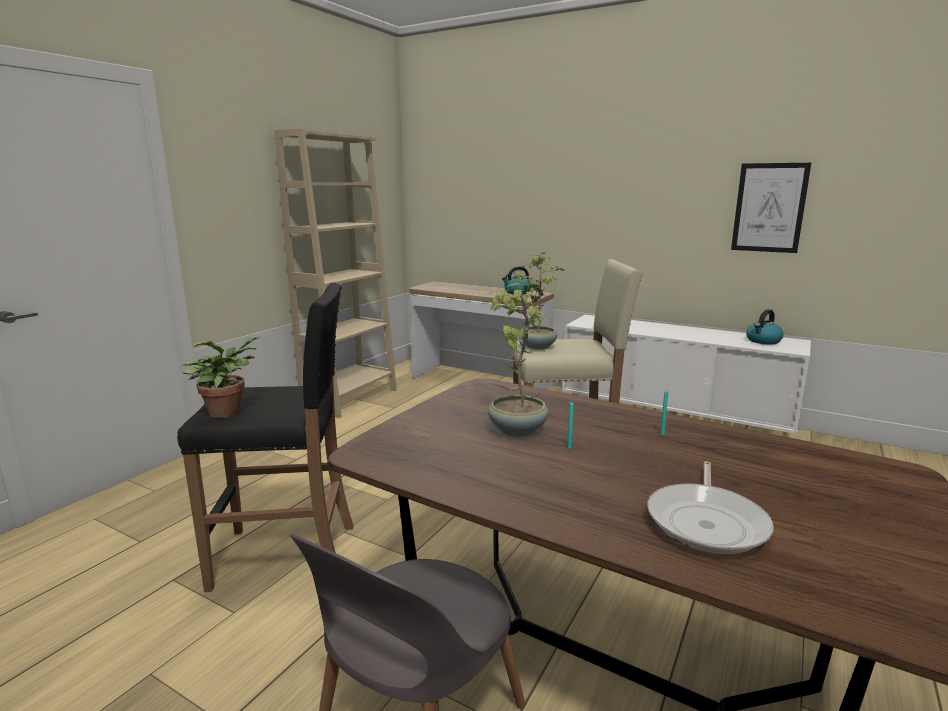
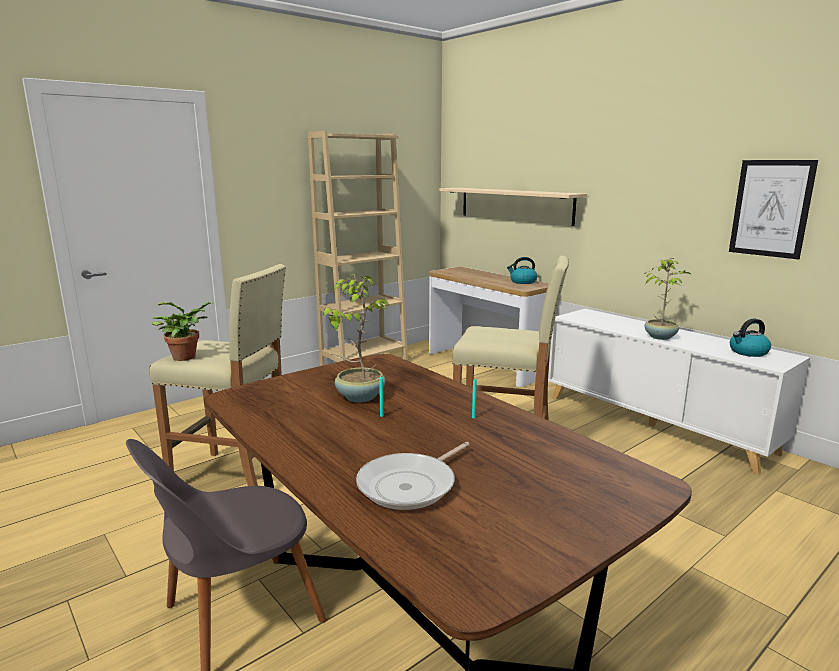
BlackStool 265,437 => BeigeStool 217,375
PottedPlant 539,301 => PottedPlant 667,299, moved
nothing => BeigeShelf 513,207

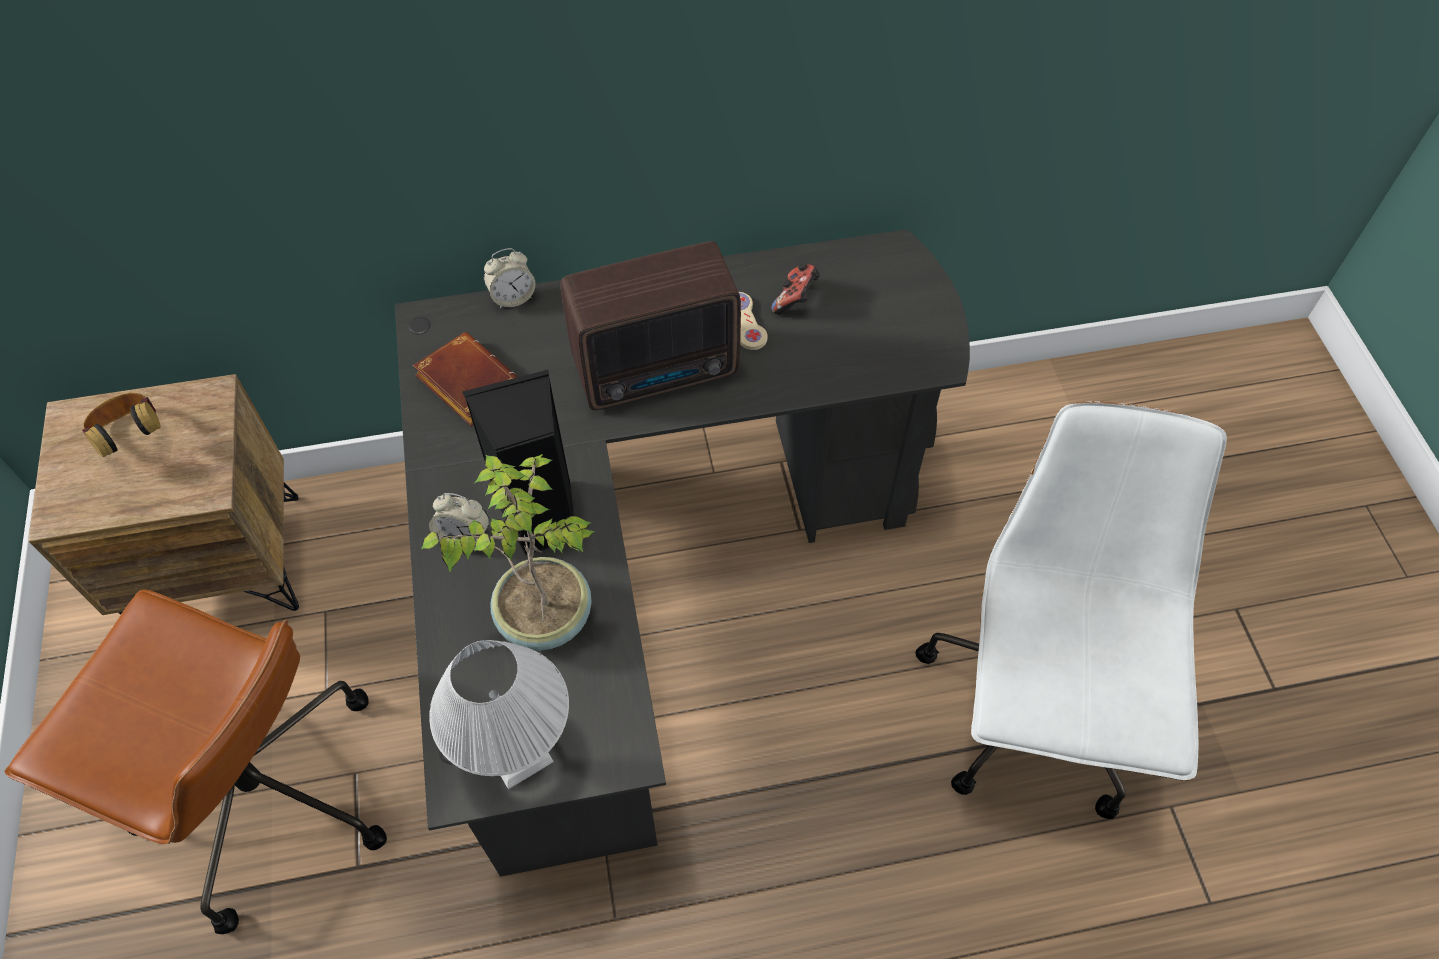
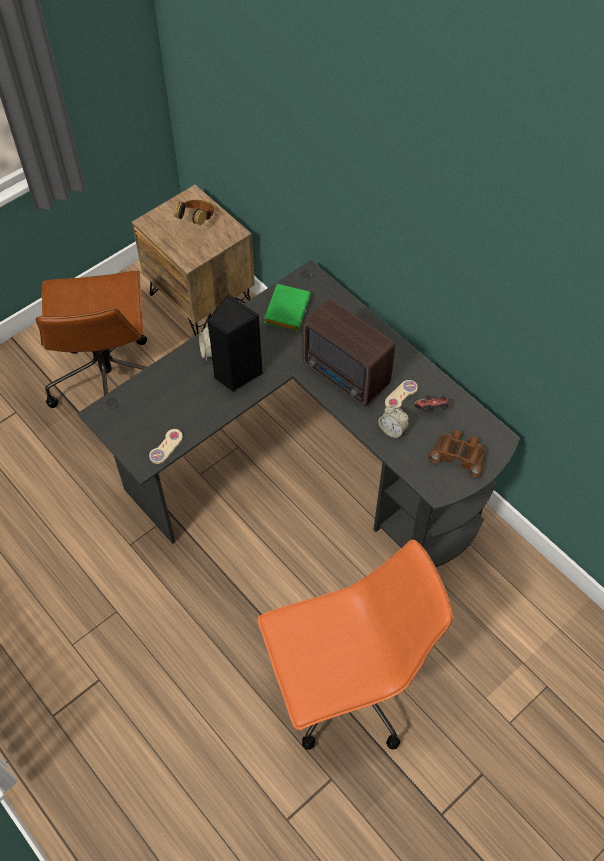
BrownBook 465,379 => GreenBook 287,307
PottedPlant 508,552 => nothing
WhiteTableLamp 499,714 => nothing
AlarmClock 510,278 => AlarmClock 393,421, moved
WhiteOfficeChair 1071,610 => OrangeOfficeChair 355,645
nothing => BeigeGameController 166,446
nothing => BrownBinoculars 457,453

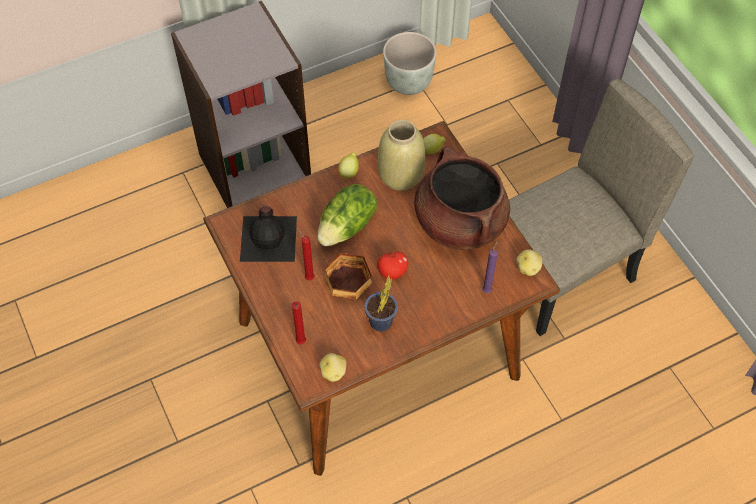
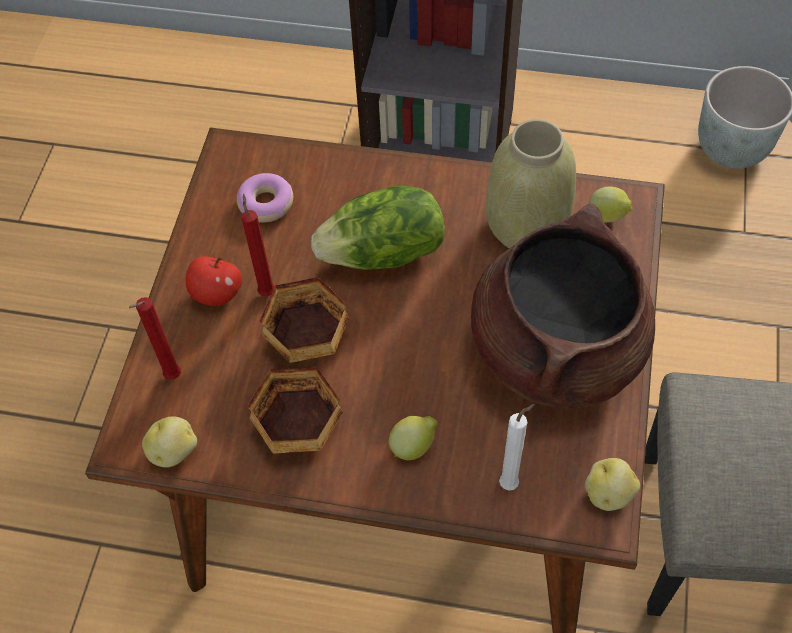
BlackBottle 268,234 => Donut 265,197
Lemon 348,166 => Lemon 413,438, moved
PottedPlant 381,303 => Bowl 295,410
Apple 392,265 => Apple 213,281, moved
PurpleCandle 490,267 => WhiteCandle 517,447

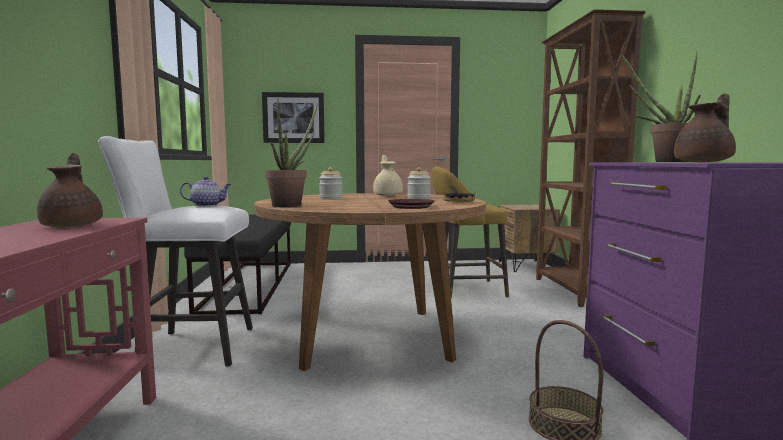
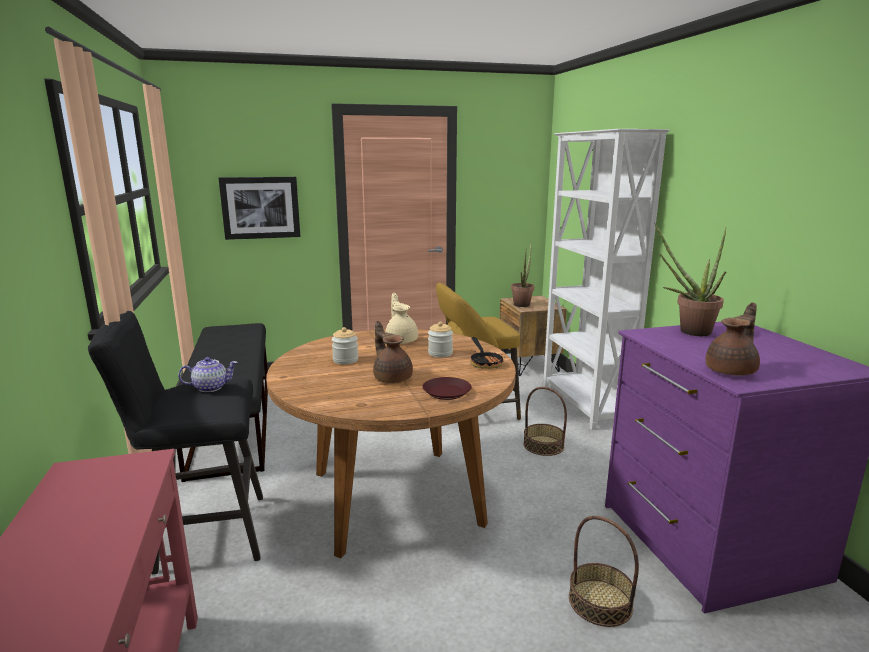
BrownTeapot 70,190 => BrownTeapot 393,352, moved
WhiteStool 175,251 => BlackStool 175,442
PottedPlant 291,153 => PottedPlant 522,274, moved
BrownBookcase 590,158 => WhiteBookcase 606,279
nothing => Basket 545,421

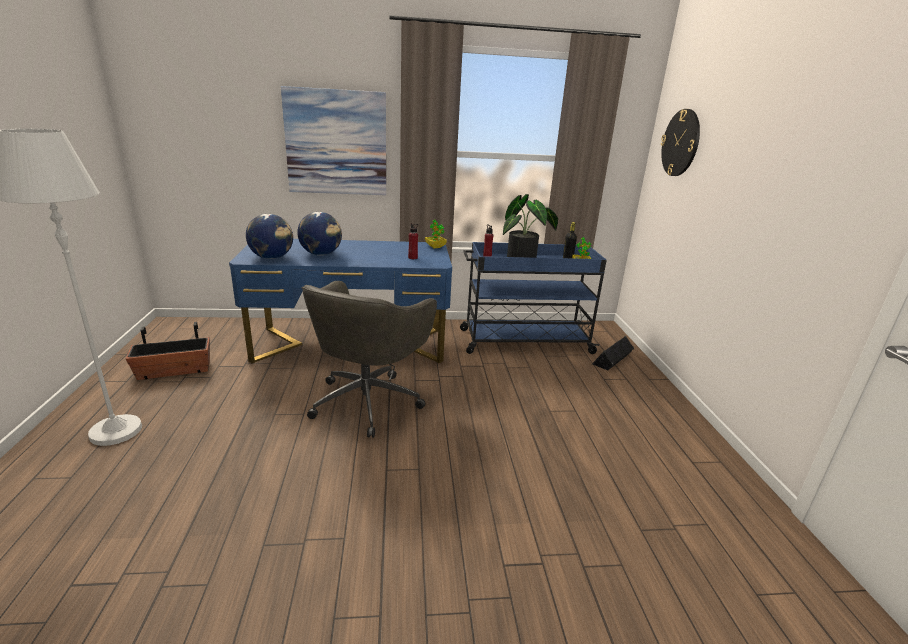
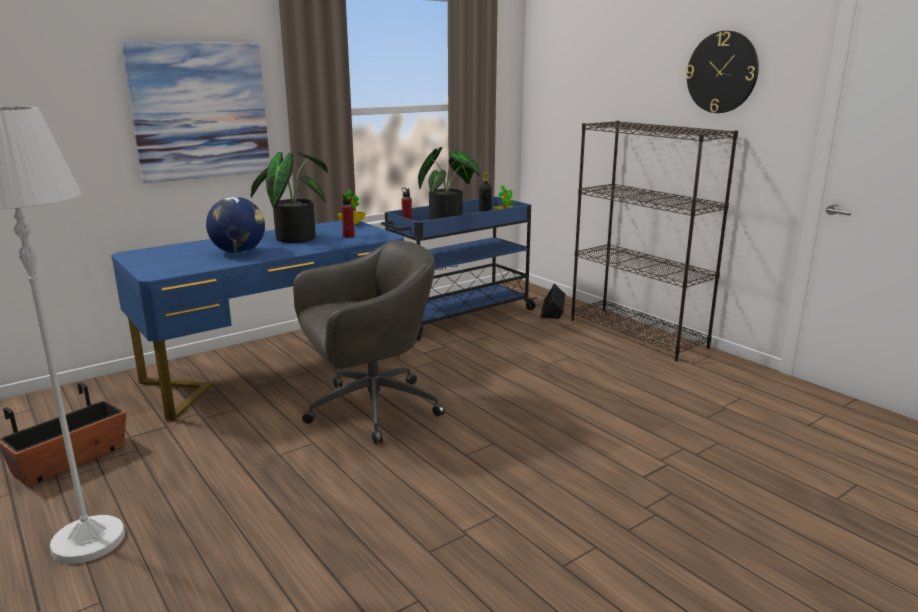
Globe 269,236 => nothing
GreyOfficeChair 369,359 => GreyOfficeChair 369,342, 105 degrees counterclockwise
WallClock 680,142 => WallClock 722,72, moved
nothing => PottedPlant 289,197
nothing => BlackBookcase 654,241

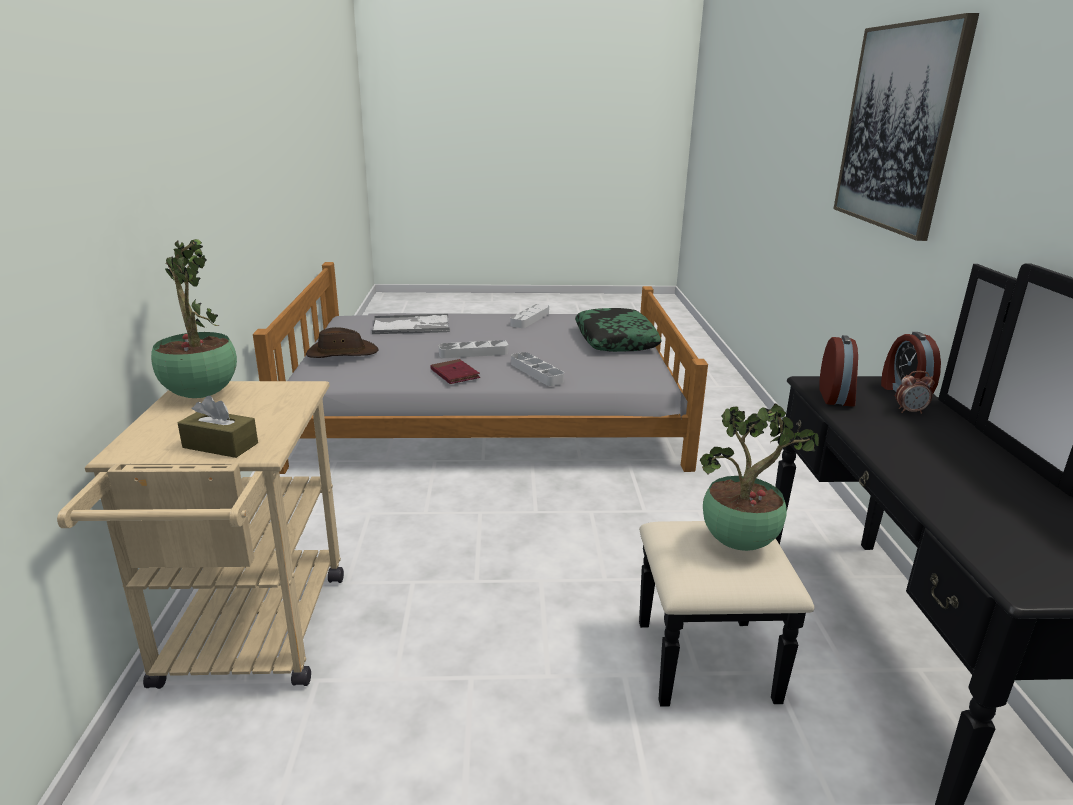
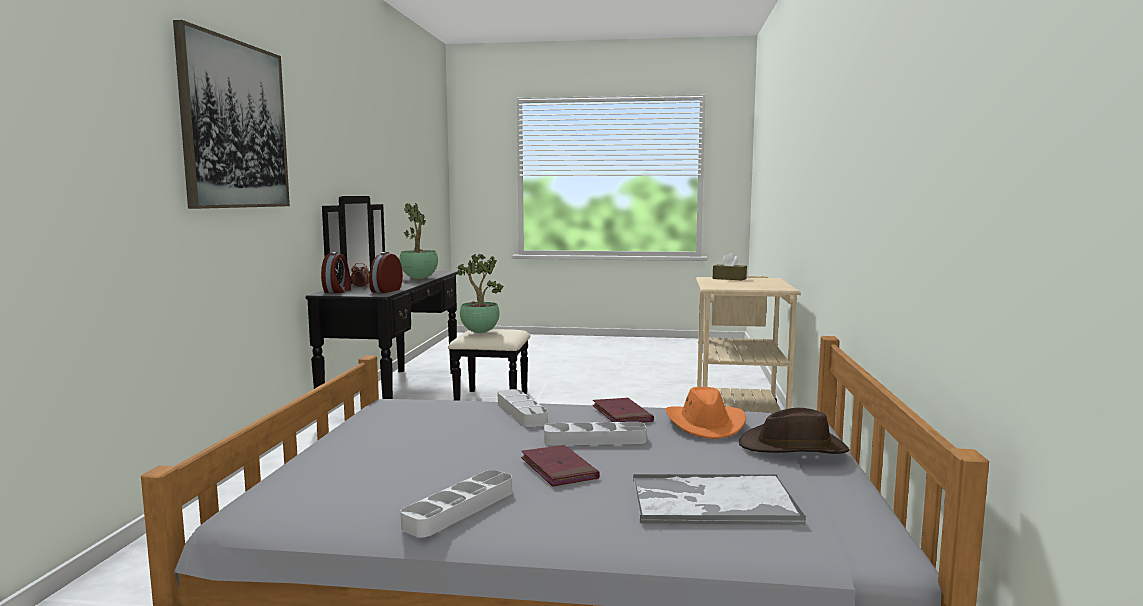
PottedPlant 194,318 => PottedPlant 418,241, moved
Pillow 618,330 => nothing
nothing => RedBook 560,466
nothing => OrangeHat 706,413

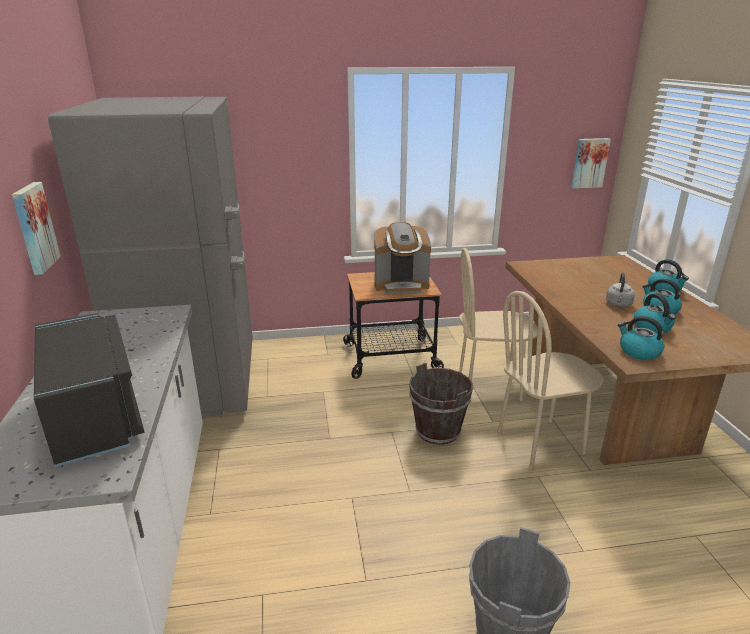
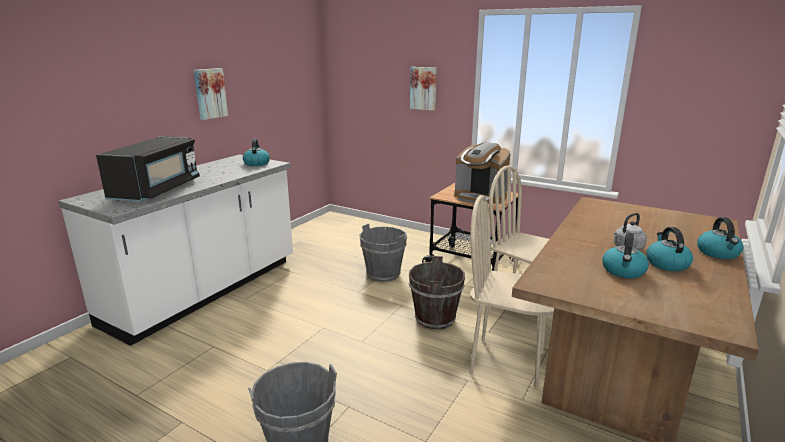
GreyFridge 150,257 => nothing
Picture 591,163 => Picture 423,89, moved
Kettle 641,338 => Kettle 256,152, moved
nothing => GreyBucket 383,252

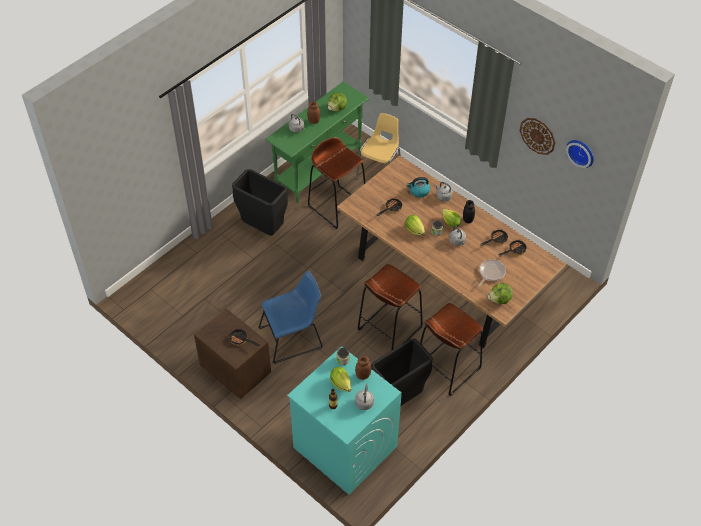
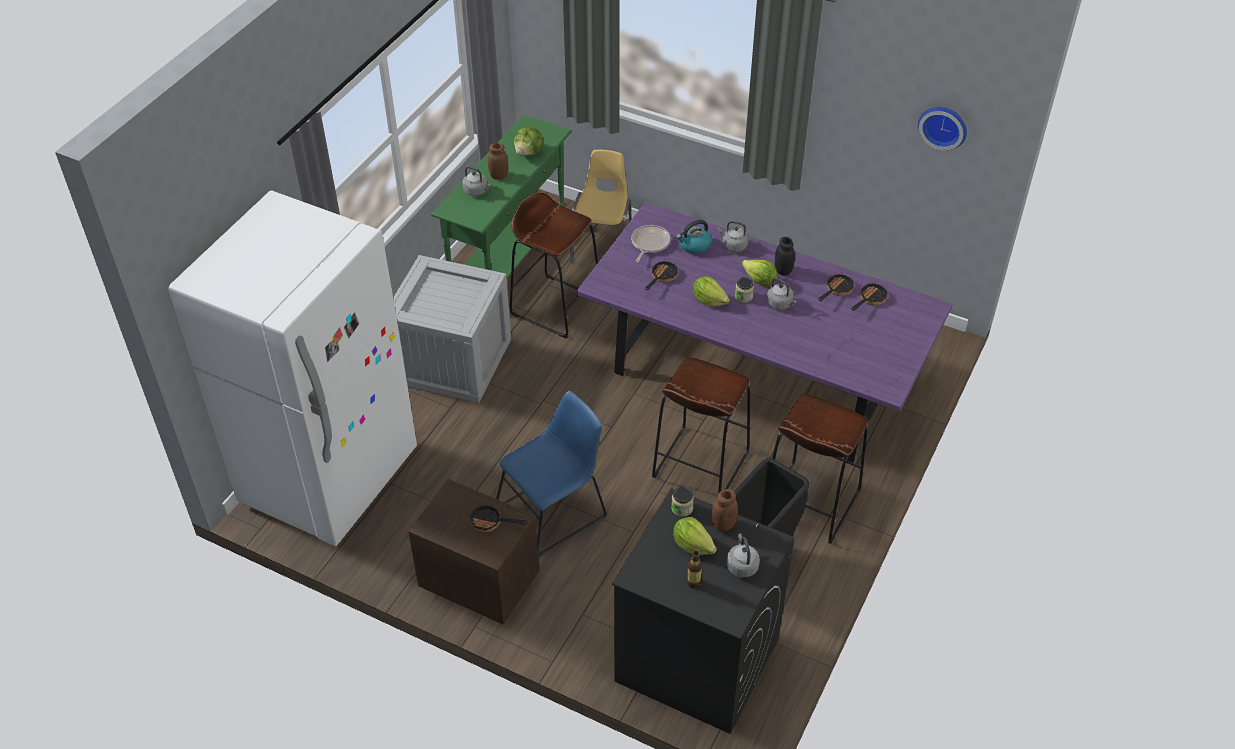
BlackTrashCan 260,202 => Crate 452,329
TurquoiseWashingMachine 344,420 => BlackWashingMachine 703,611
BrownDiningTable 451,252 => PurpleDiningTable 765,332
FryingPan 492,273 => FryingPan 651,243, moved
Lettuce 500,293 => nothing
WallClock 537,136 => nothing
nothing => WhiteFridge 292,368

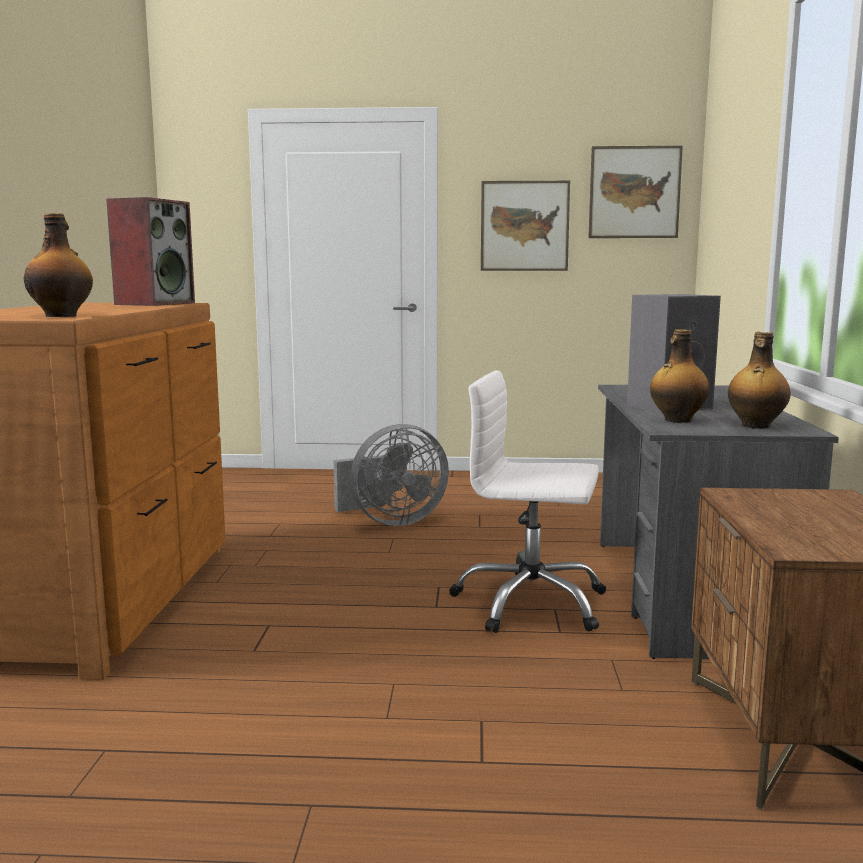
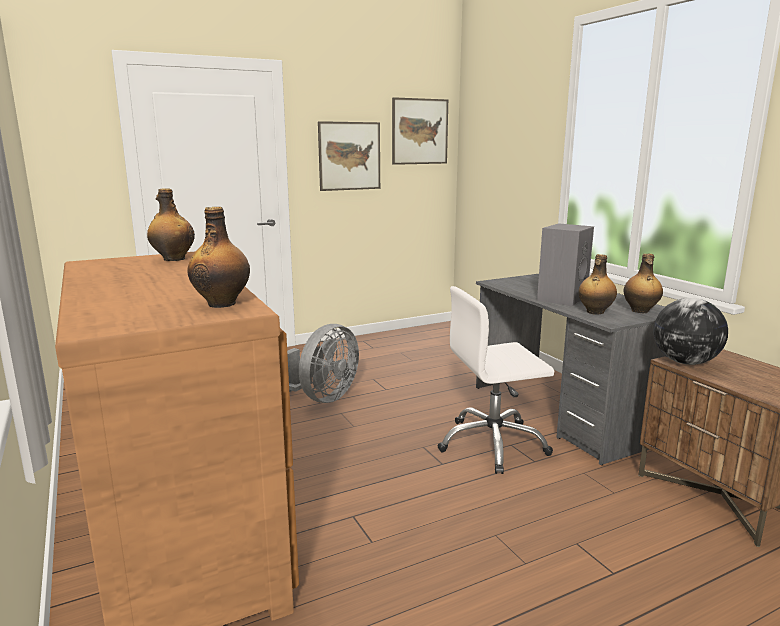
Speaker 150,251 => Bottle 171,224
nothing => Globe 691,331

